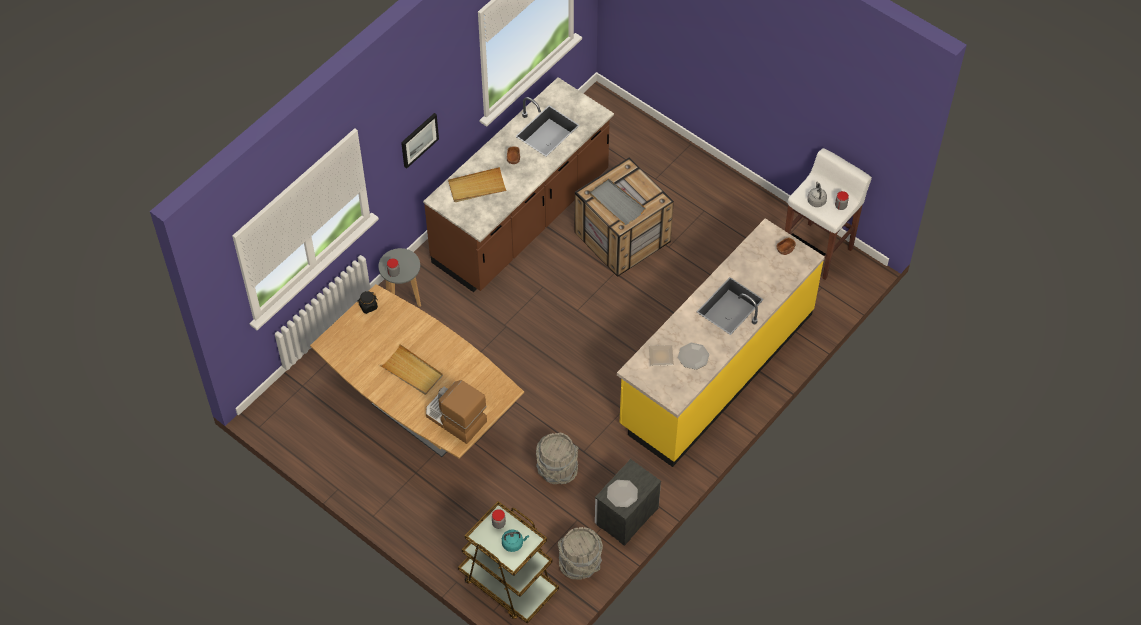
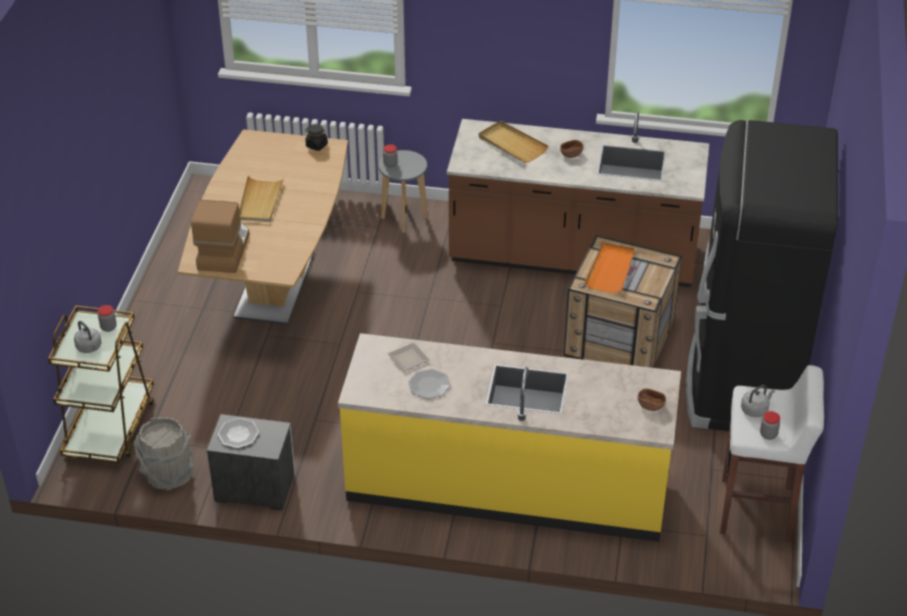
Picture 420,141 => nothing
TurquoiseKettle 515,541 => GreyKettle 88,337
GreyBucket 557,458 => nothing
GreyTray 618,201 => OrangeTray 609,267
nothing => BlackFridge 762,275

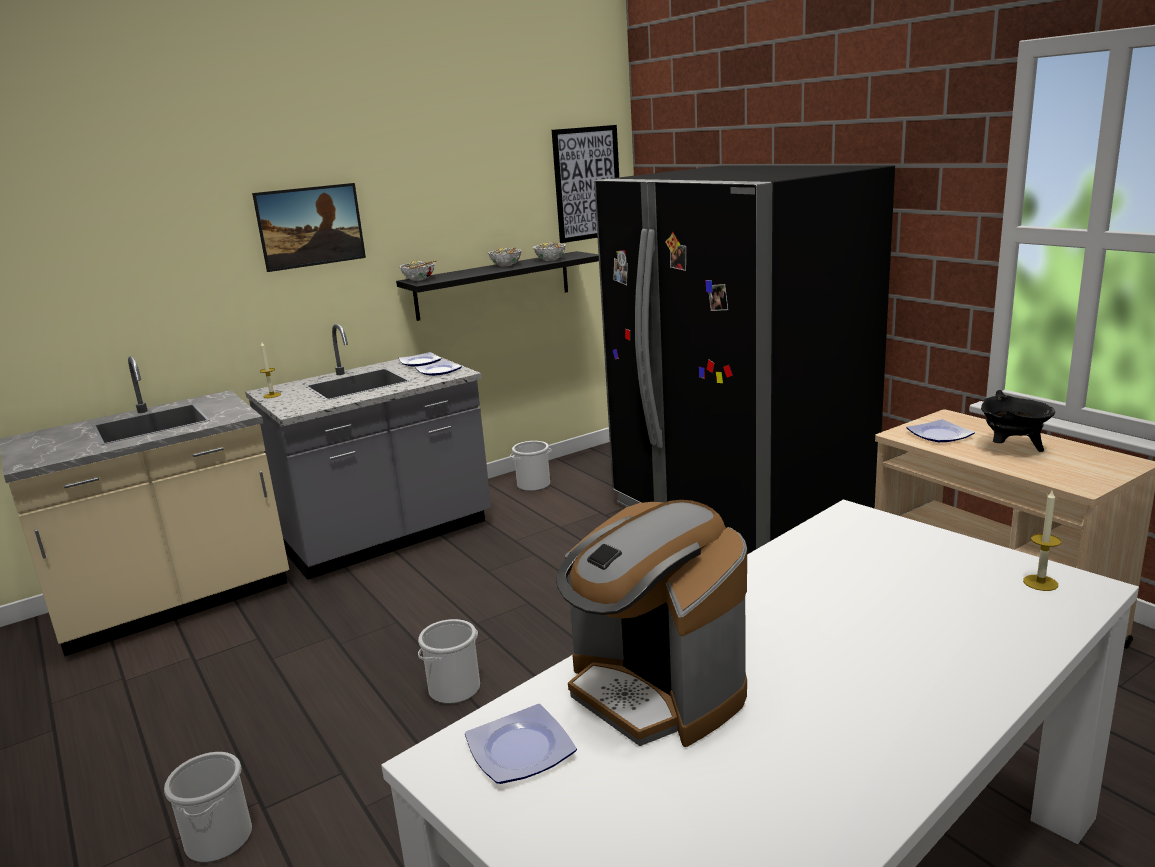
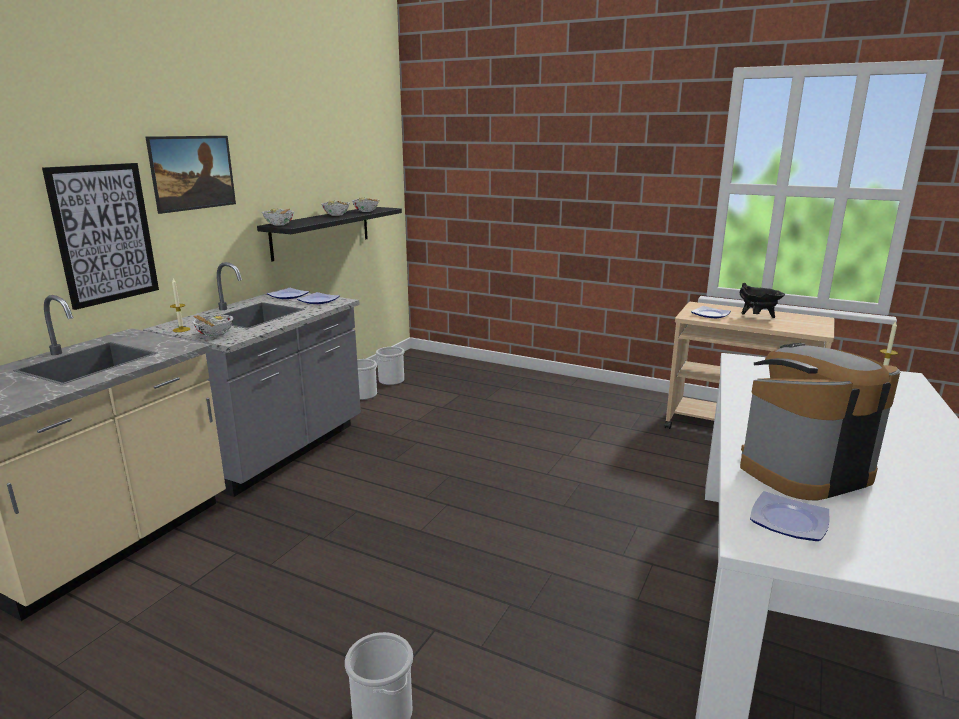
Bucket 449,661 => Bucket 390,366, moved
Picture 585,184 => Picture 100,236, moved
CoffeeMachine 651,623 => CoffeeMachine 820,422, 135 degrees clockwise
BlackFridge 744,359 => nothing
nothing => Bowl 213,326

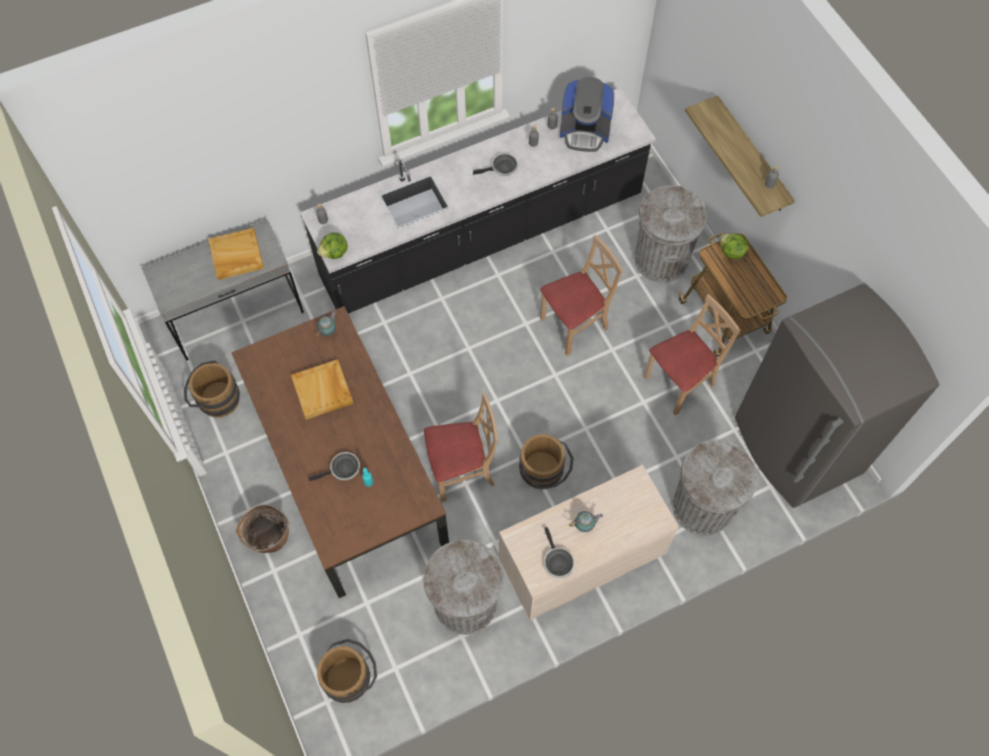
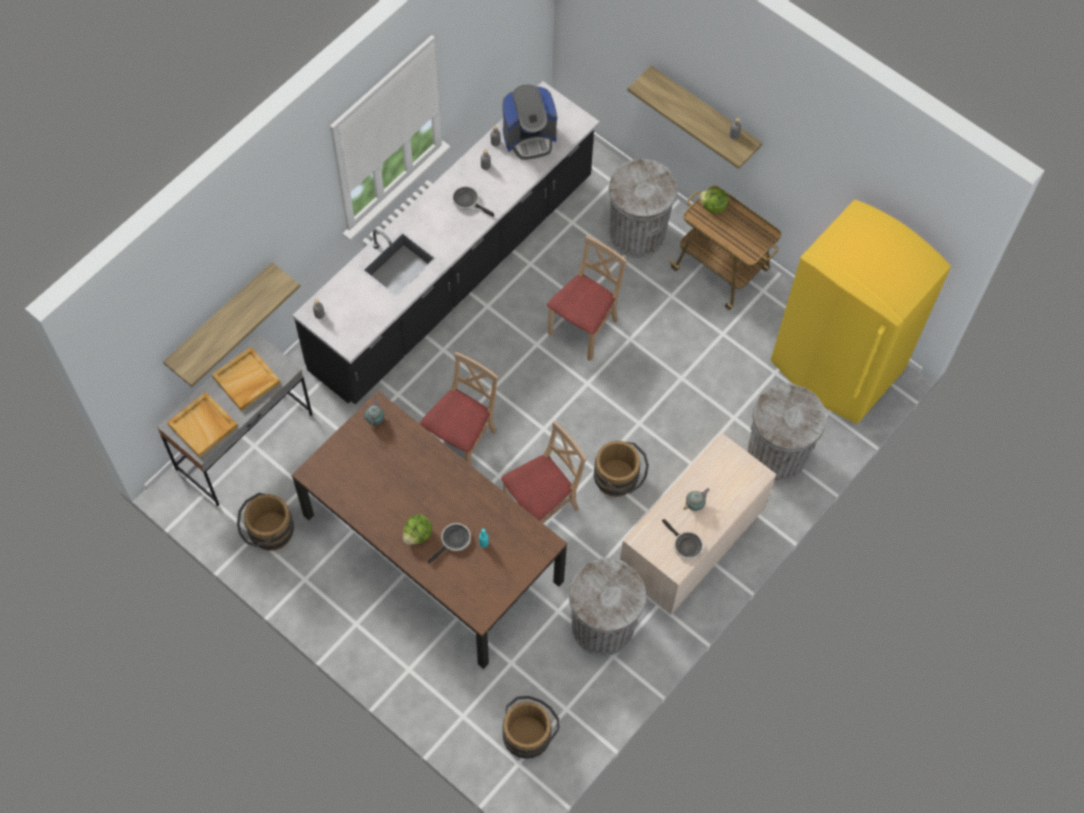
Basket 262,528 => nothing
BeigeTray 322,389 => BeigeTray 202,425, moved
Lettuce 332,245 => Lettuce 417,529, moved
FryingPan 495,164 => FryingPan 473,201, 105 degrees counterclockwise
BeigeChair 692,355 => BeigeChair 459,409, moved
GreyFridge 837,395 => YellowFridge 861,312
nothing => Shelf 231,324

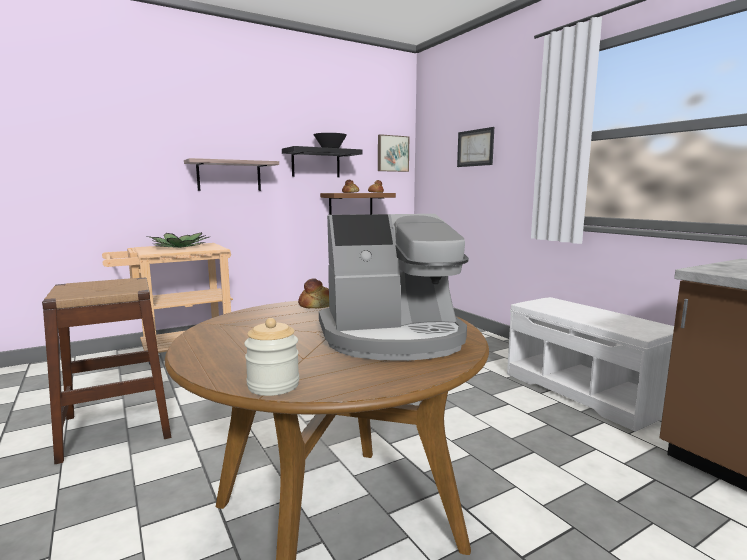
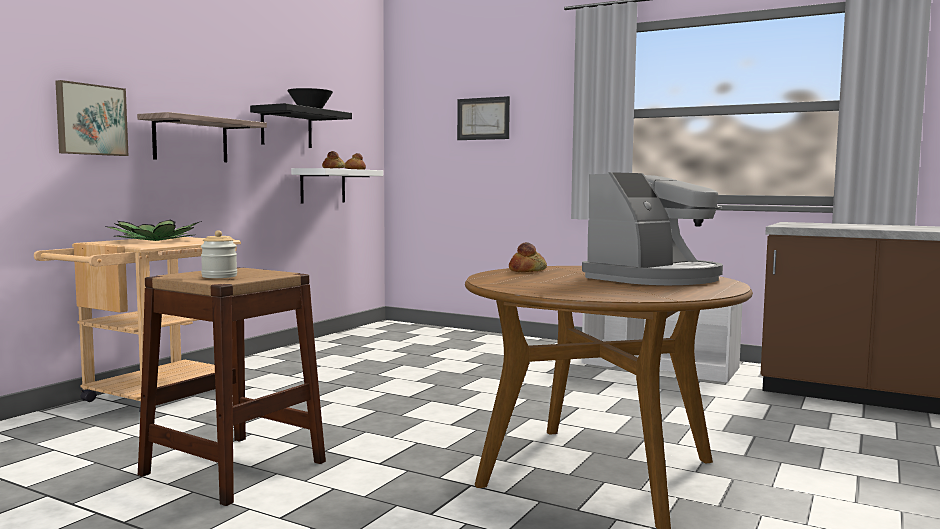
Jar 271,357 => Jar 219,254, moved
BrownShelf 358,204 => WhiteShelf 337,185
Picture 393,153 => Picture 92,118, moved

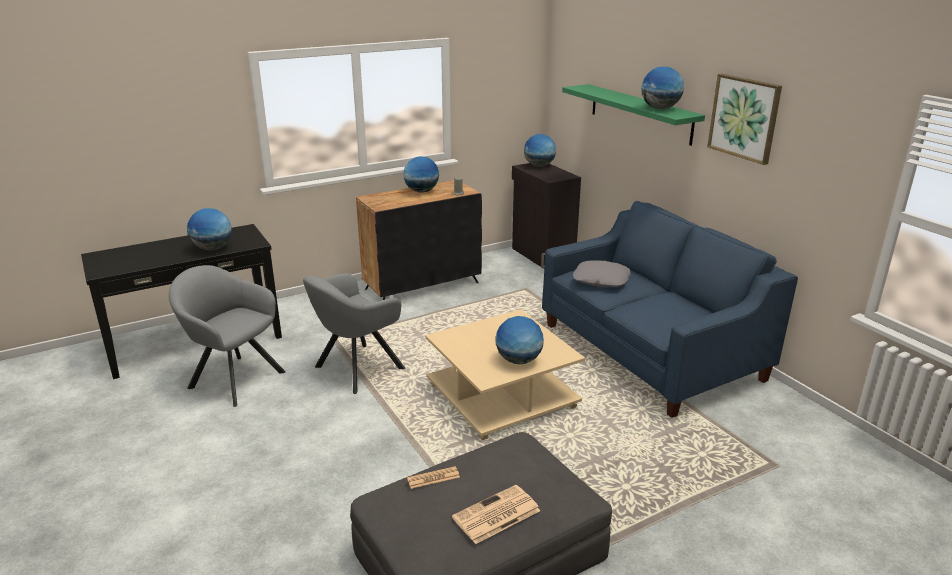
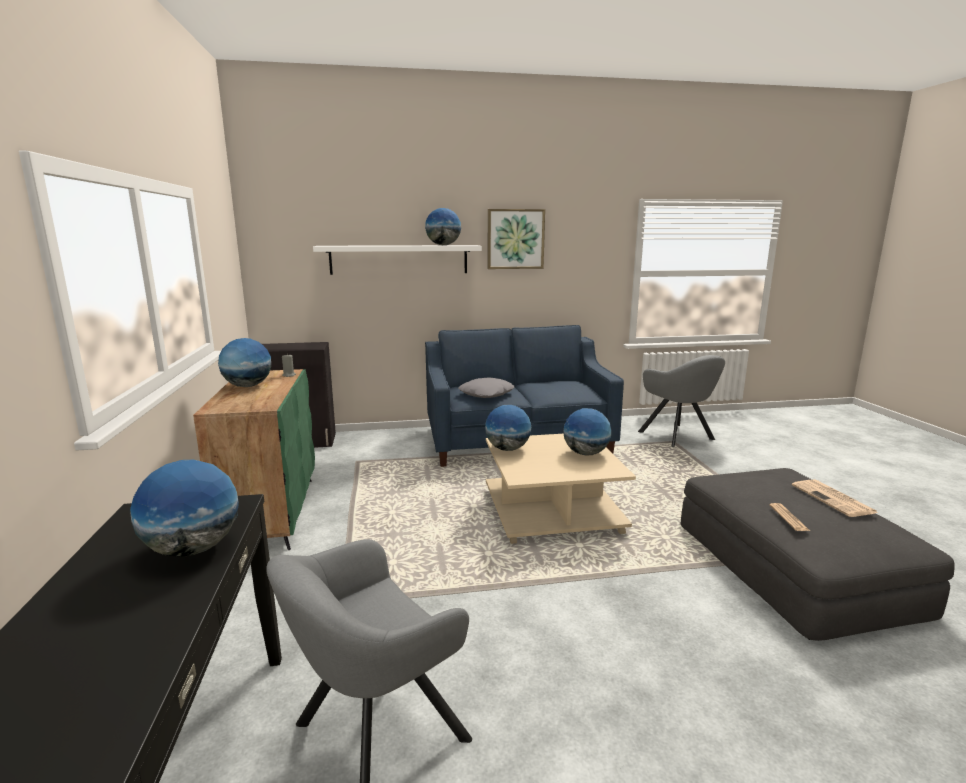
GreyArmchair 354,333 => GreyArmchair 681,401, moved
BlackCabinet 419,240 => GreenCabinet 254,459
Globe 540,150 => Globe 508,428, moved
GreenShelf 633,115 => WhiteShelf 397,260

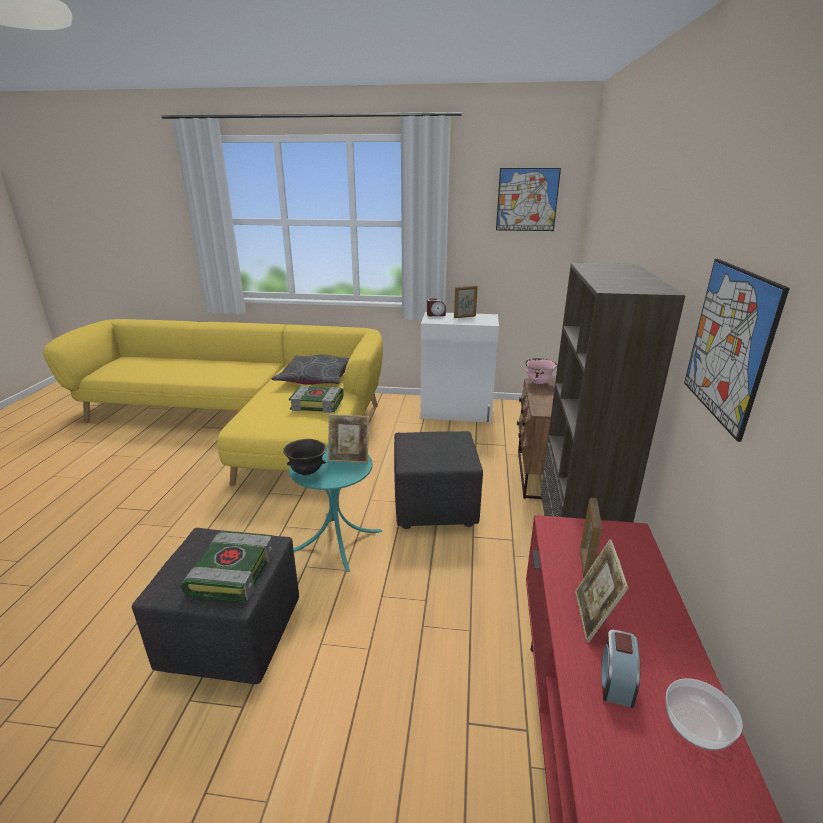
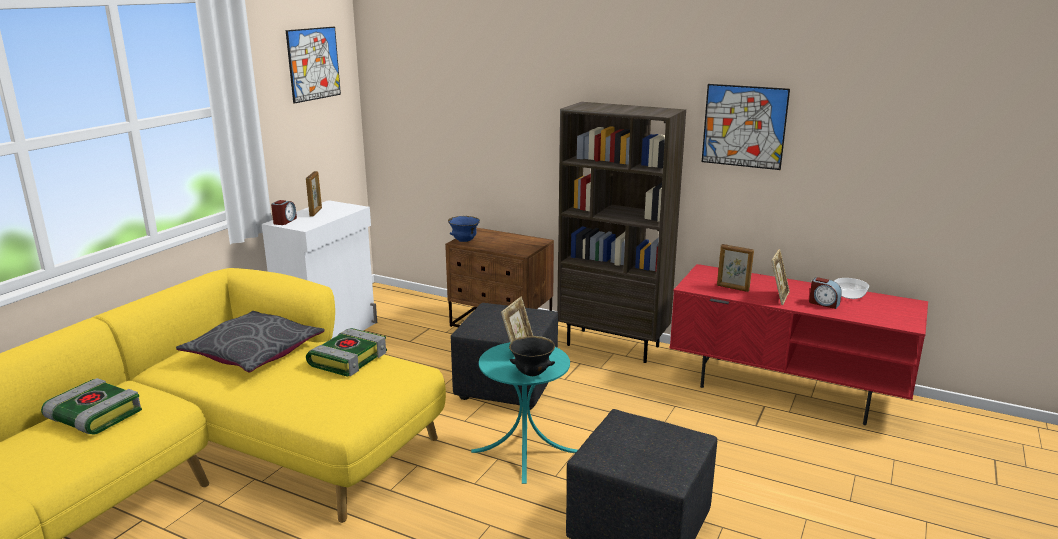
Book 227,566 => Book 91,406, moved
PinkBowl 541,371 => BlueBowl 464,229
PictureFrame 601,591 => PictureFrame 780,277, 90 degrees counterclockwise

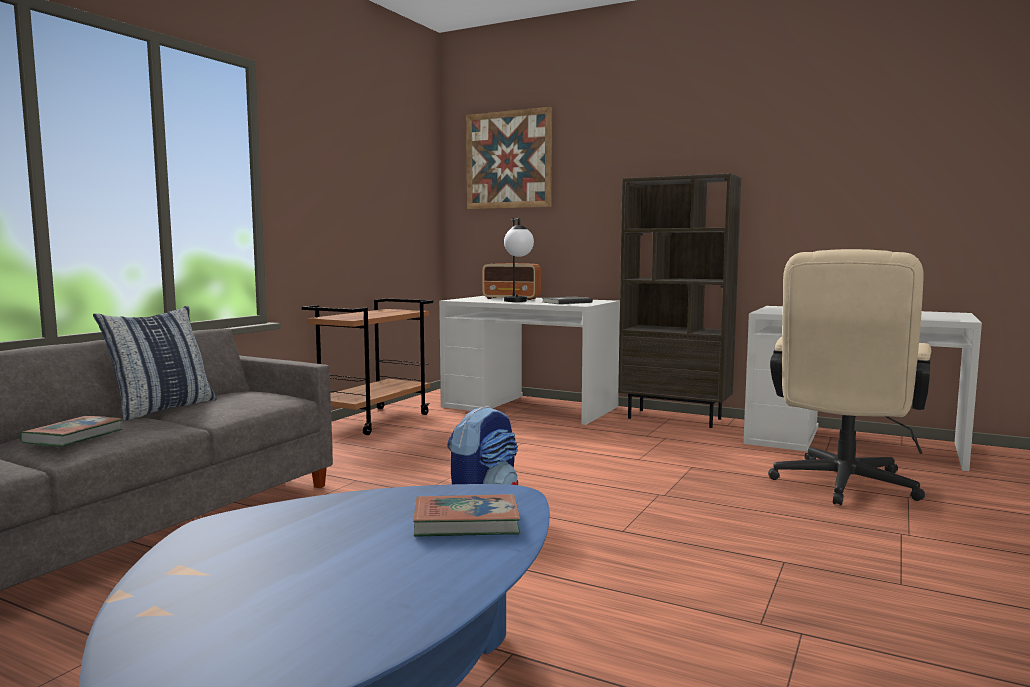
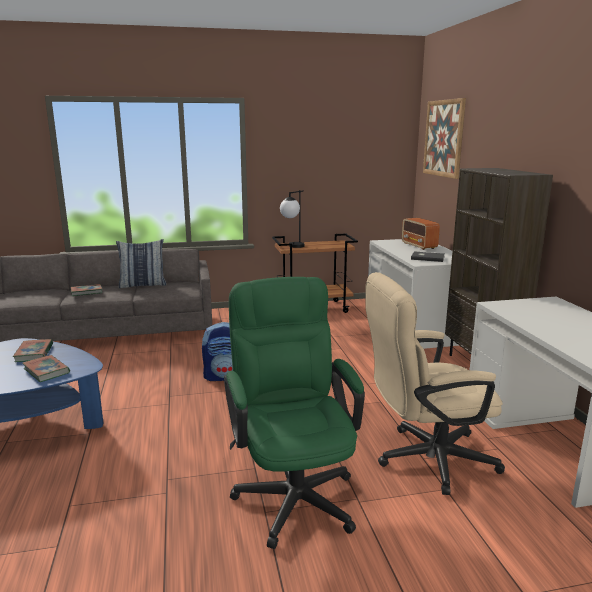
TableLamp 519,260 => TableLamp 292,219, moved
nothing => Book 33,350
nothing => GreenOfficeChair 294,413

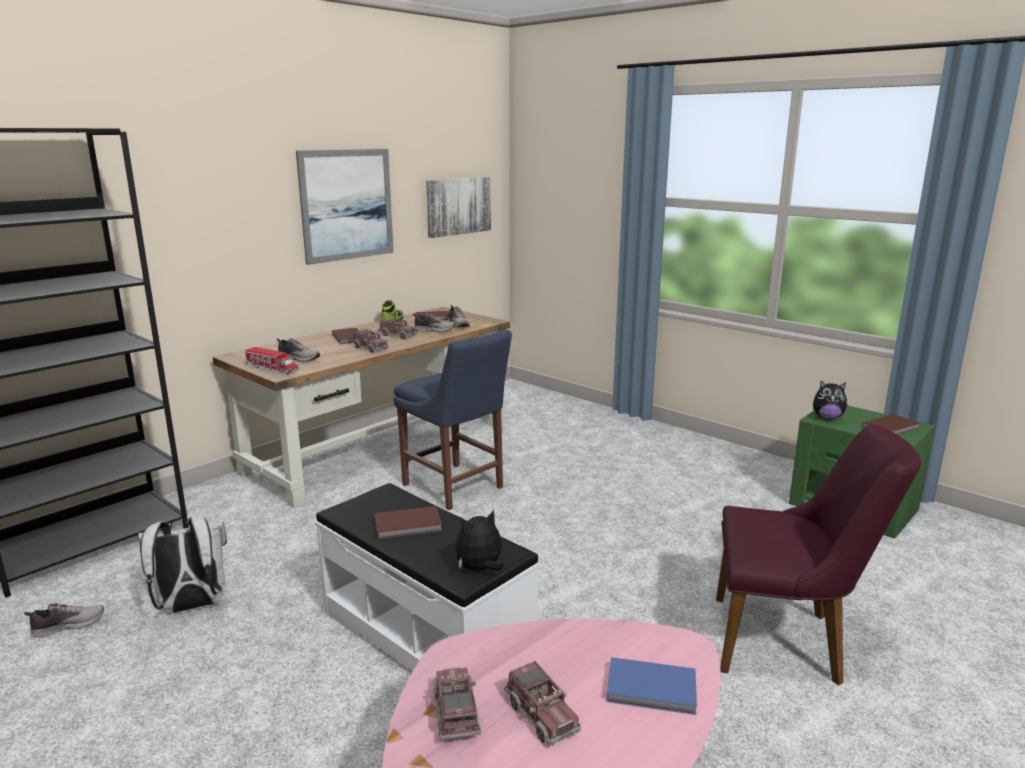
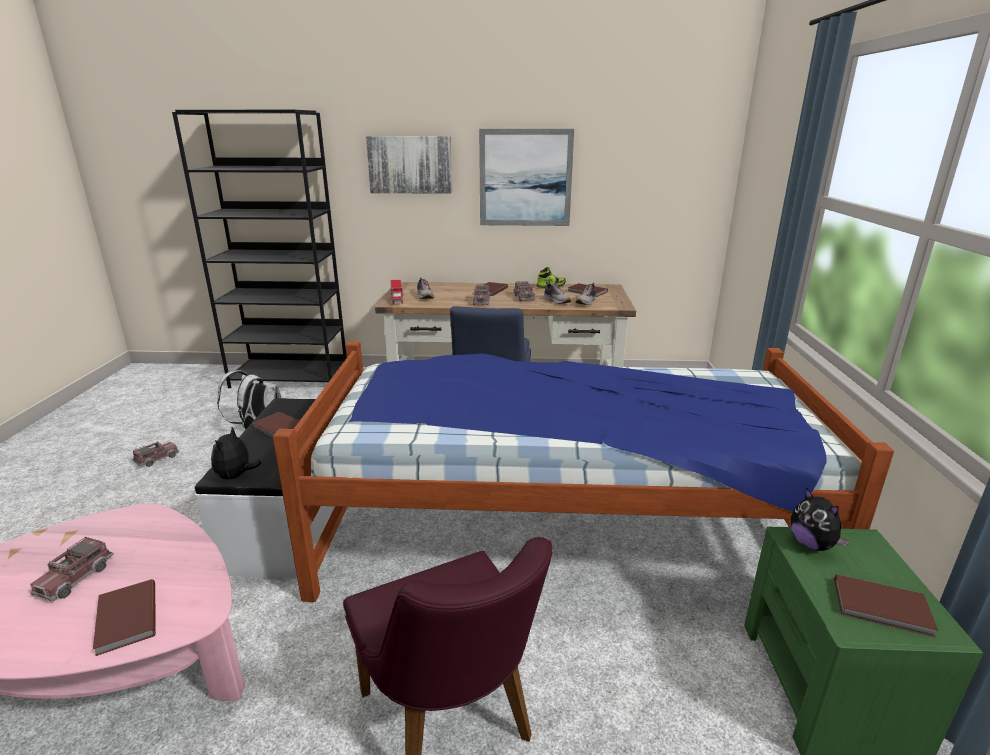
Shoe 64,620 => nothing
Picture 458,207 => Picture 409,165, moved
ToyTruck 457,703 => ToyTruck 155,454, moved
PlushToy 479,540 => PlushToy 236,453, 105 degrees counterclockwise
BlueBook 651,686 => BrownBook 124,617
nothing => Bed 583,471

